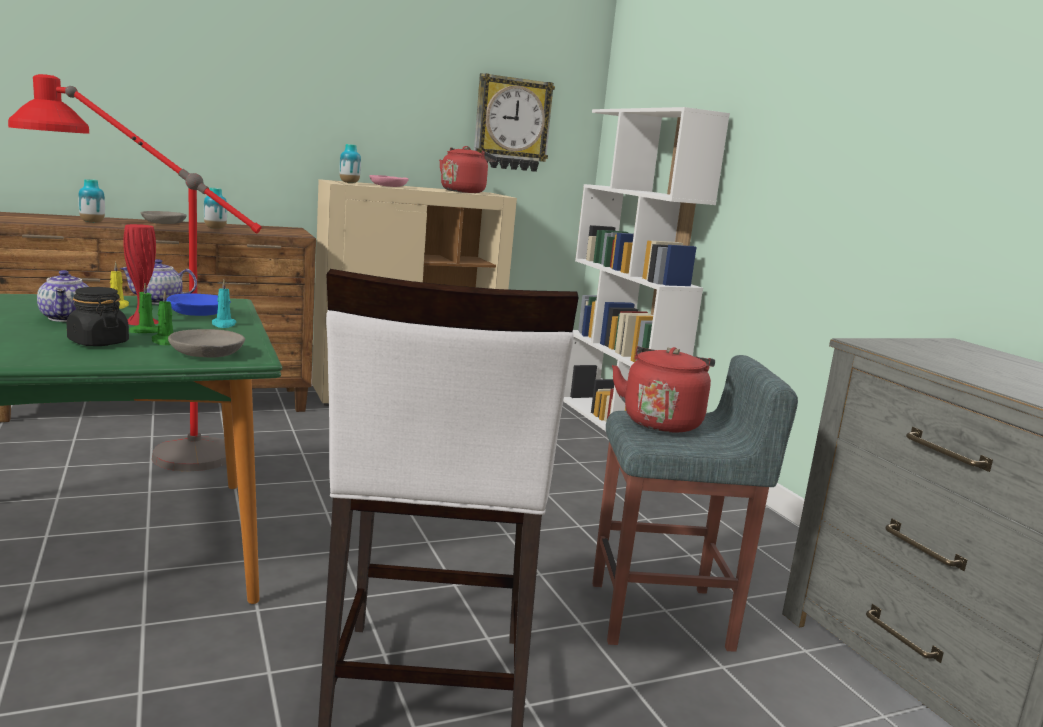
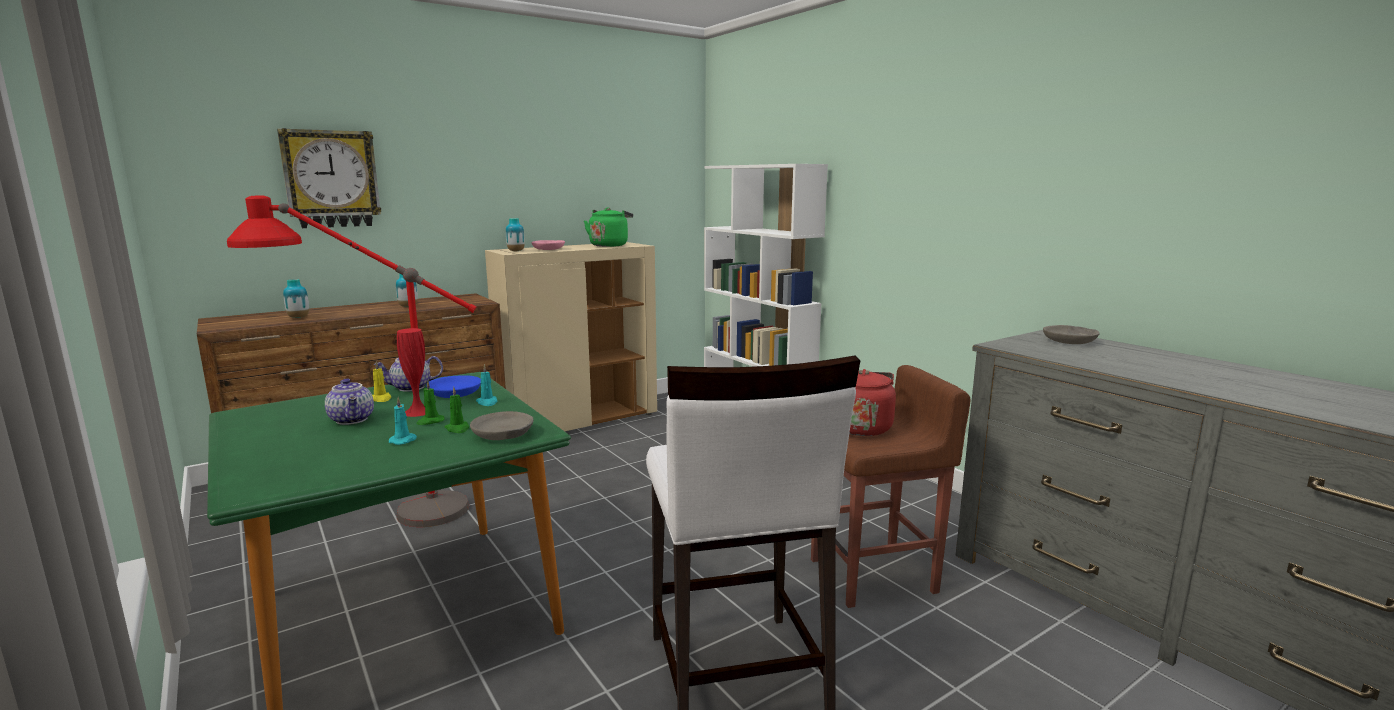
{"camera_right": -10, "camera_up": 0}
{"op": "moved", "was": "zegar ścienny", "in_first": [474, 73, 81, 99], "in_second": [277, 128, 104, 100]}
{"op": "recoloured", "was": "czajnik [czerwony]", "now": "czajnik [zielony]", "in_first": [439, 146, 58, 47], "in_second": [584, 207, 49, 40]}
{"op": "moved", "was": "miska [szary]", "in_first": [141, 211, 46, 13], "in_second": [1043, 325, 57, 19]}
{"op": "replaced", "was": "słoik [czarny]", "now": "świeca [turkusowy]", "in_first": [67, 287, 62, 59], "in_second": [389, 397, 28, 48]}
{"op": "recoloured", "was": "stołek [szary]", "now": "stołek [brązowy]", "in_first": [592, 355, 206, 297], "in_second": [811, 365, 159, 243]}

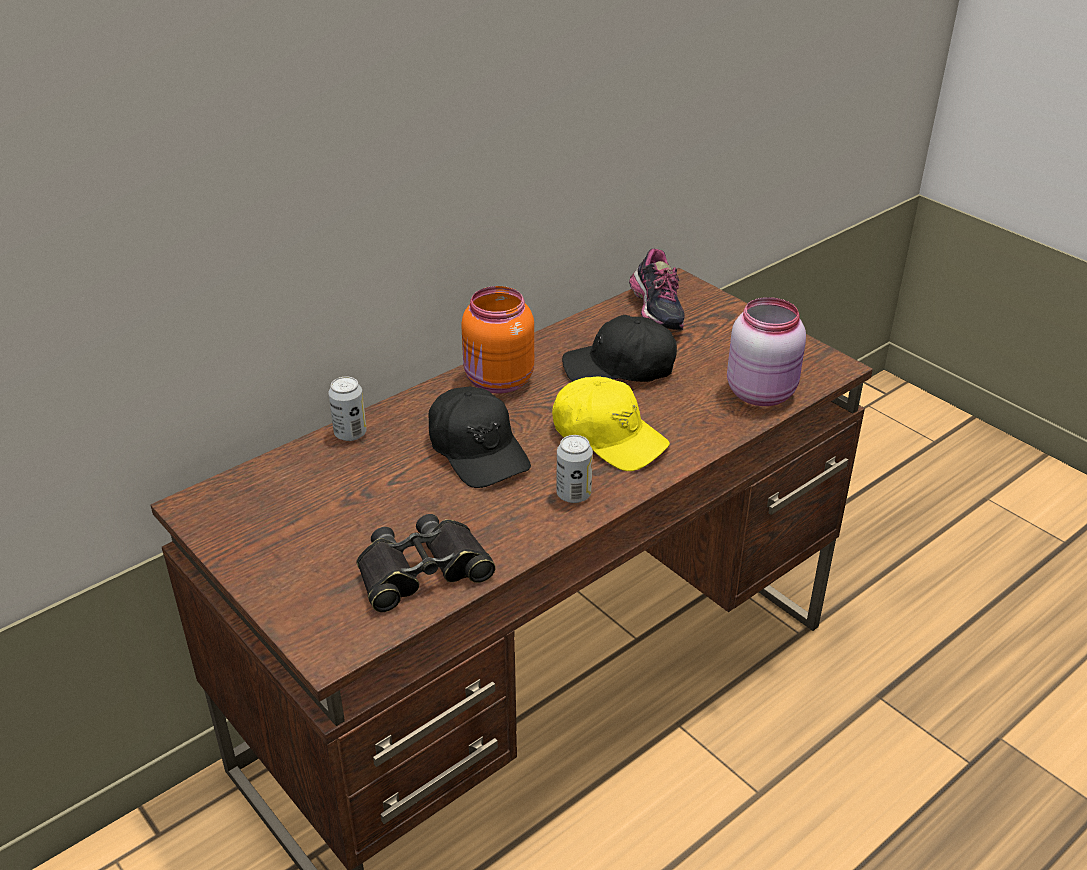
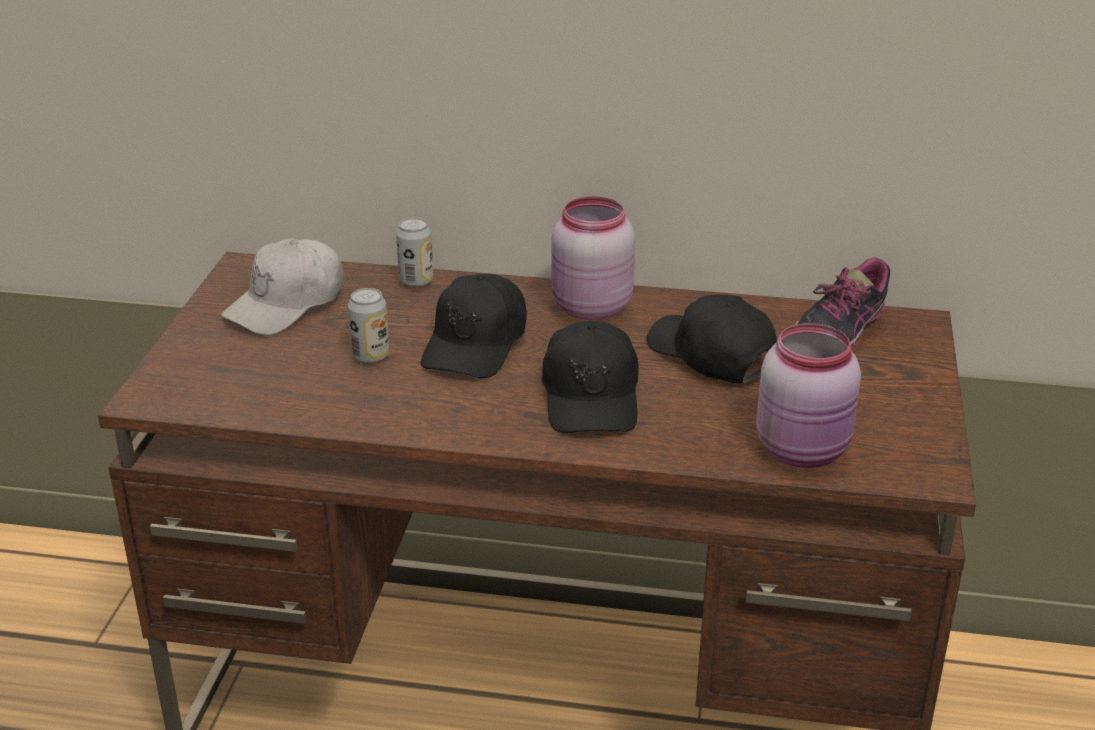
{"camera_right": 50, "camera_up": -5}
{"op": "recoloured", "was": "słoik [pomarańczowy]", "now": "słoik [różowy]", "in_first": [461, 286, 73, 107], "in_second": [551, 196, 84, 124]}
{"op": "recoloured", "was": "czapka z daszkiem [żółty]", "now": "czapka z daszkiem [czarny]", "in_first": [552, 376, 118, 95], "in_second": [542, 321, 97, 112]}
{"op": "moved", "was": "puszka", "in_first": [556, 435, 37, 68], "in_second": [348, 288, 41, 75]}
{"op": "removed", "was": "lornetka [czarny]", "in_first": [356, 514, 140, 98]}
{"op": "added", "now": "czapka z daszkiem [biały]", "in_second": [221, 238, 123, 97]}

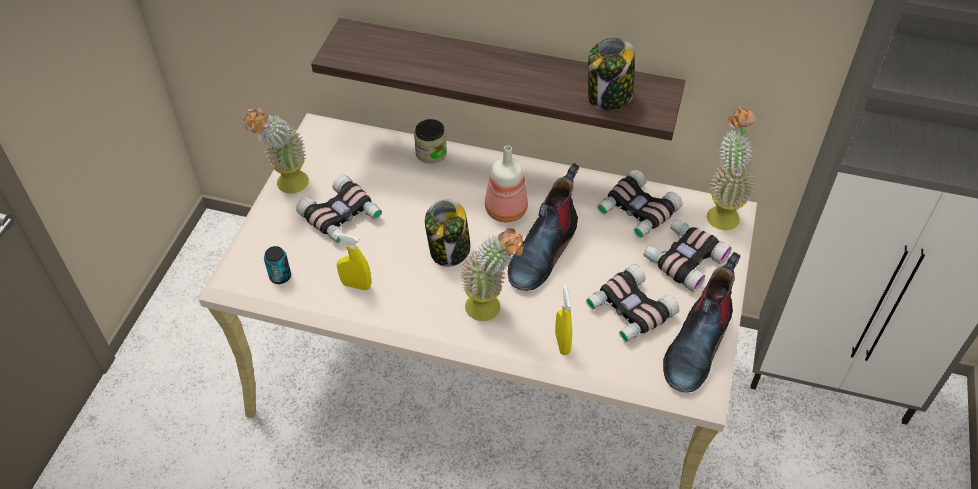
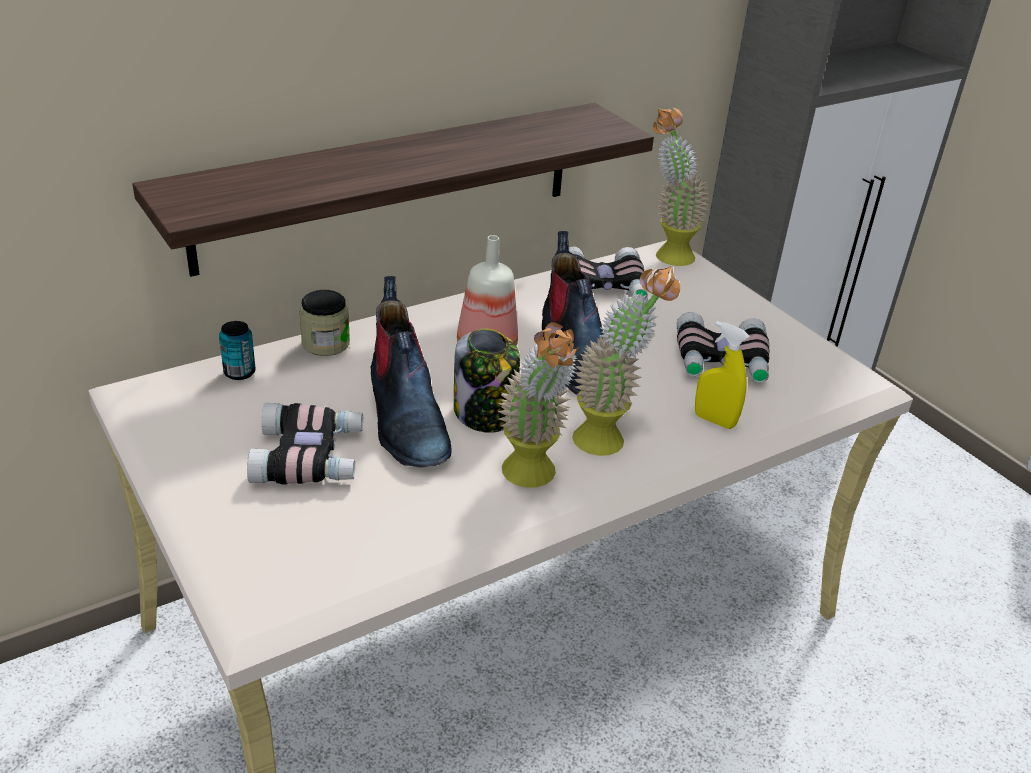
{"camera_right": -50, "camera_up": -15}
{"op": "removed", "was": "słoik", "in_first": [588, 37, 47, 74]}
{"op": "moved", "was": "roślina doniczkowa", "in_first": [242, 108, 67, 86], "in_second": [497, 322, 82, 166]}
{"op": "removed", "was": "lornetka", "in_first": [643, 219, 89, 73]}
{"op": "removed", "was": "spryskiwacz [żółty]", "in_first": [335, 233, 36, 57]}
{"op": "moved", "was": "puszka", "in_first": [264, 246, 27, 38], "in_second": [219, 321, 37, 59]}
{"op": "moved", "was": "but z cholewką", "in_first": [663, 252, 78, 141], "in_second": [370, 276, 81, 192]}

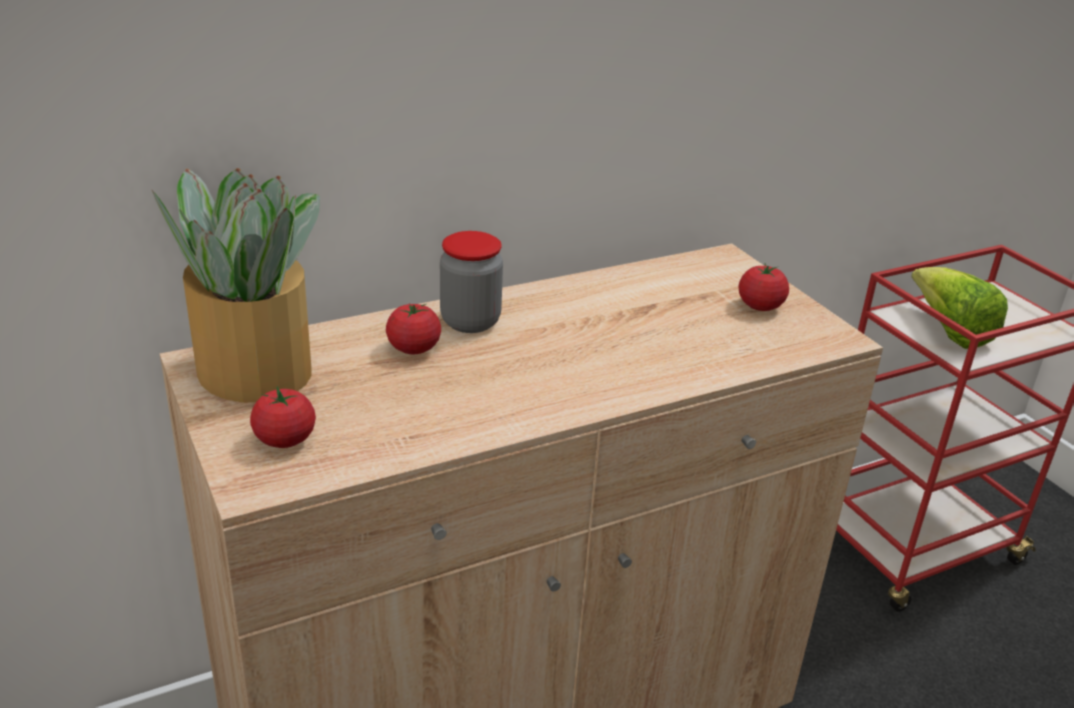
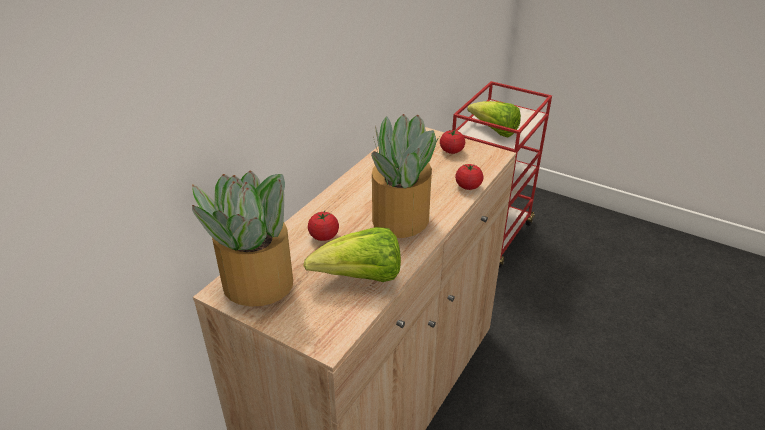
{"camera_right": -30, "camera_up": 5}
{"op": "removed", "was": "słoik", "in_first": [440, 231, 63, 102]}
{"op": "moved", "was": "pomidor", "in_first": [250, 386, 66, 62], "in_second": [455, 164, 29, 26]}
{"op": "added", "now": "roślina doniczkowa", "in_second": [371, 114, 68, 124]}
{"op": "added", "now": "sałata", "in_second": [303, 227, 98, 55]}

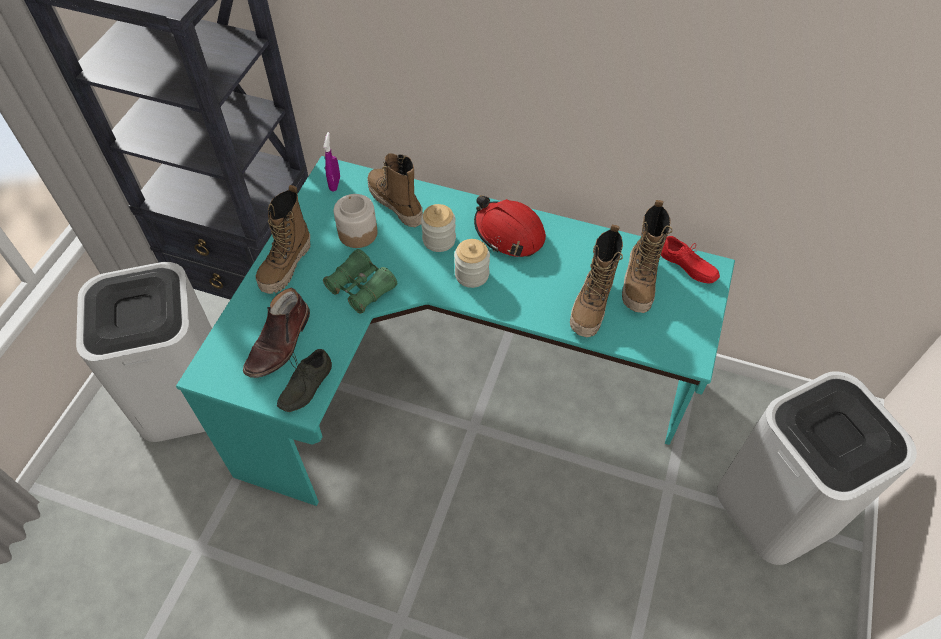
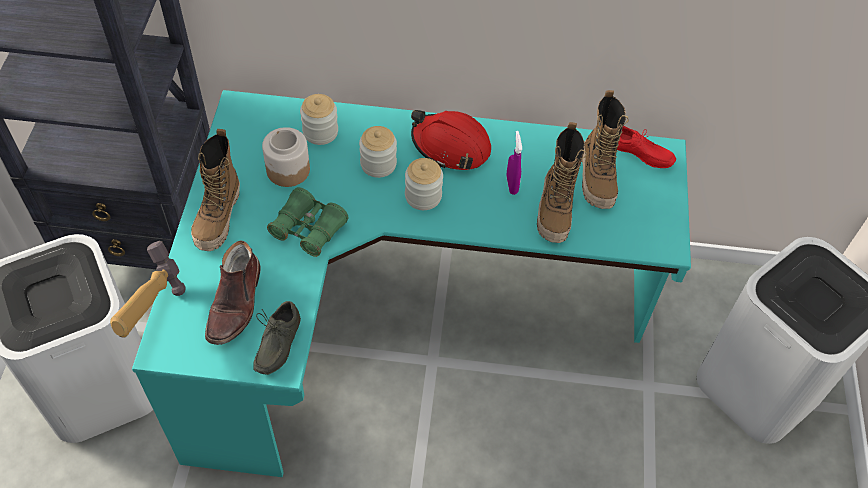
{"camera_right": -15, "camera_up": 0}
{"op": "moved", "was": "spryskiwacz [fioletowy]", "in_first": [323, 132, 17, 60], "in_second": [506, 131, 16, 64]}
{"op": "replaced", "was": "but z cholewką", "now": "słoik", "in_first": [368, 153, 55, 74], "in_second": [300, 94, 38, 51]}
{"op": "added", "now": "młotek", "in_second": [110, 241, 76, 97]}

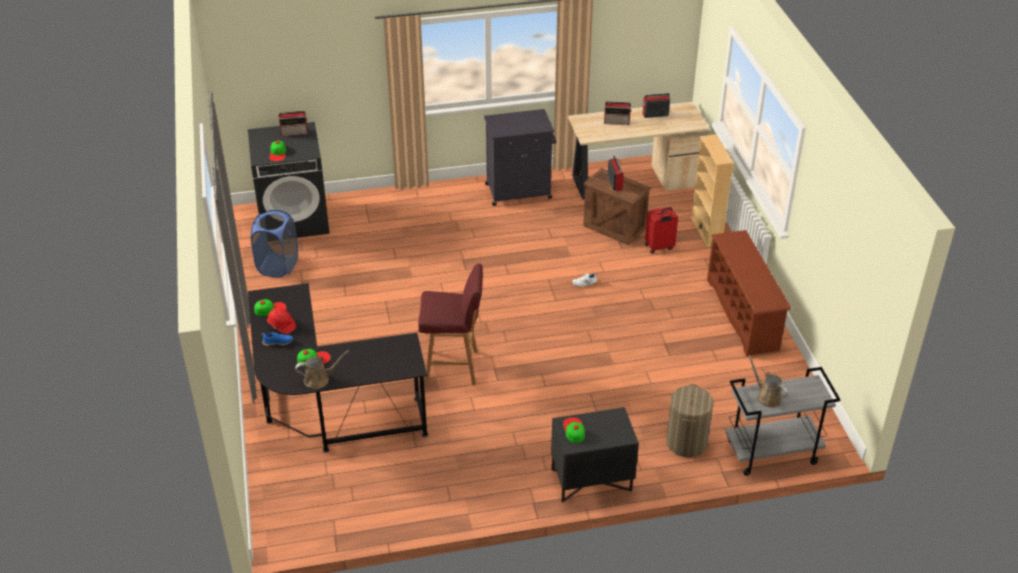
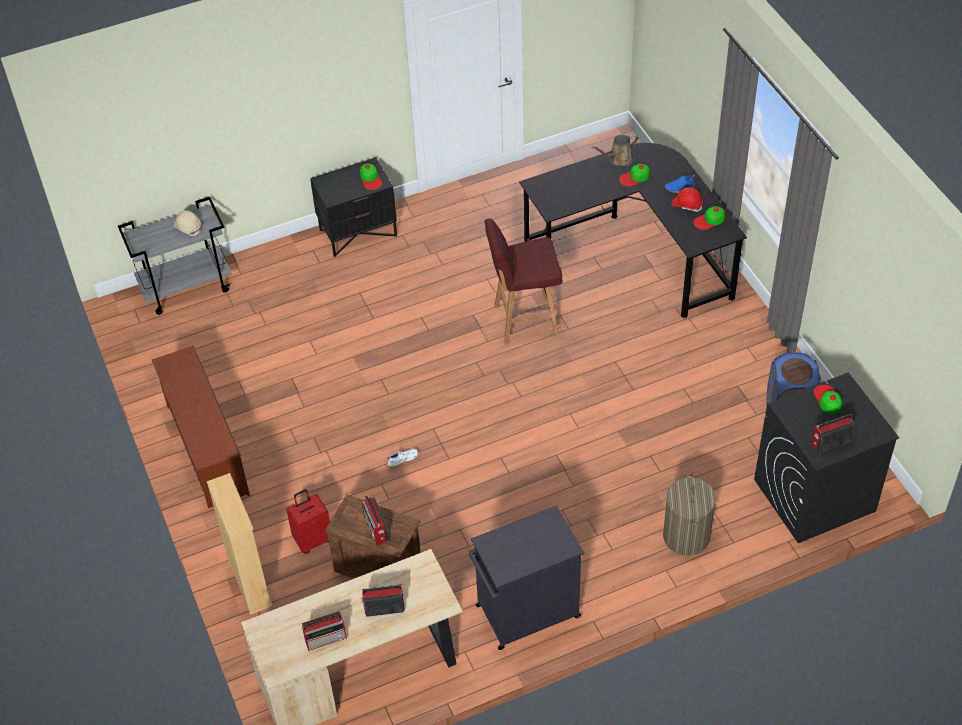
{"camera_right": 170, "camera_up": 10}
{"op": "replaced", "was": "konewka [brązowy]", "now": "kask [beżowy]", "in_first": [748, 356, 40, 52], "in_second": [173, 210, 28, 26]}
{"op": "moved", "was": "kosz na pranie", "in_first": [666, 384, 48, 73], "in_second": [663, 474, 53, 82]}

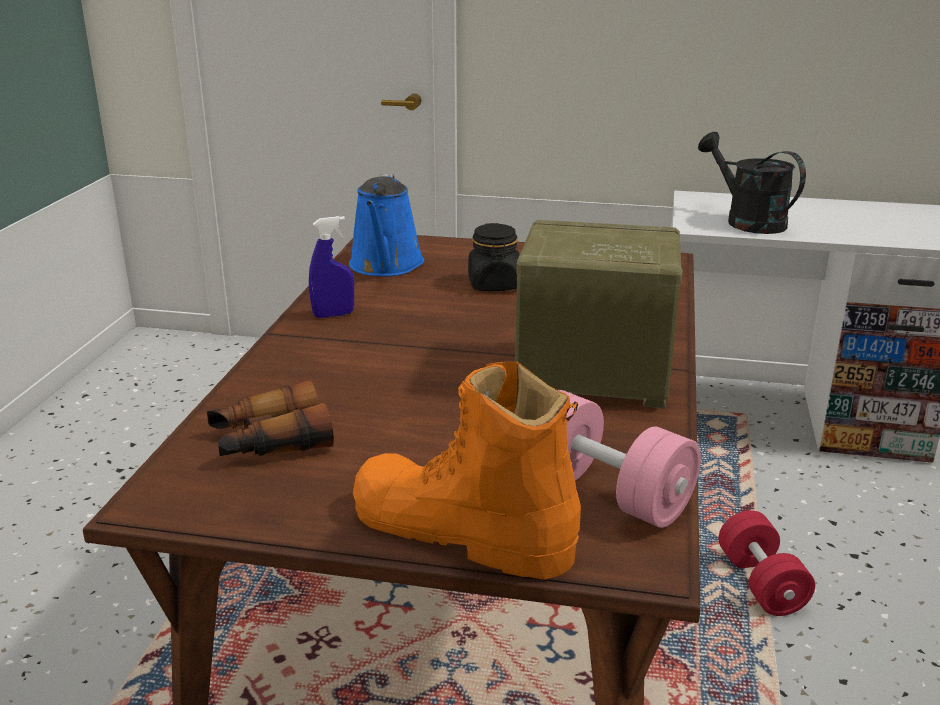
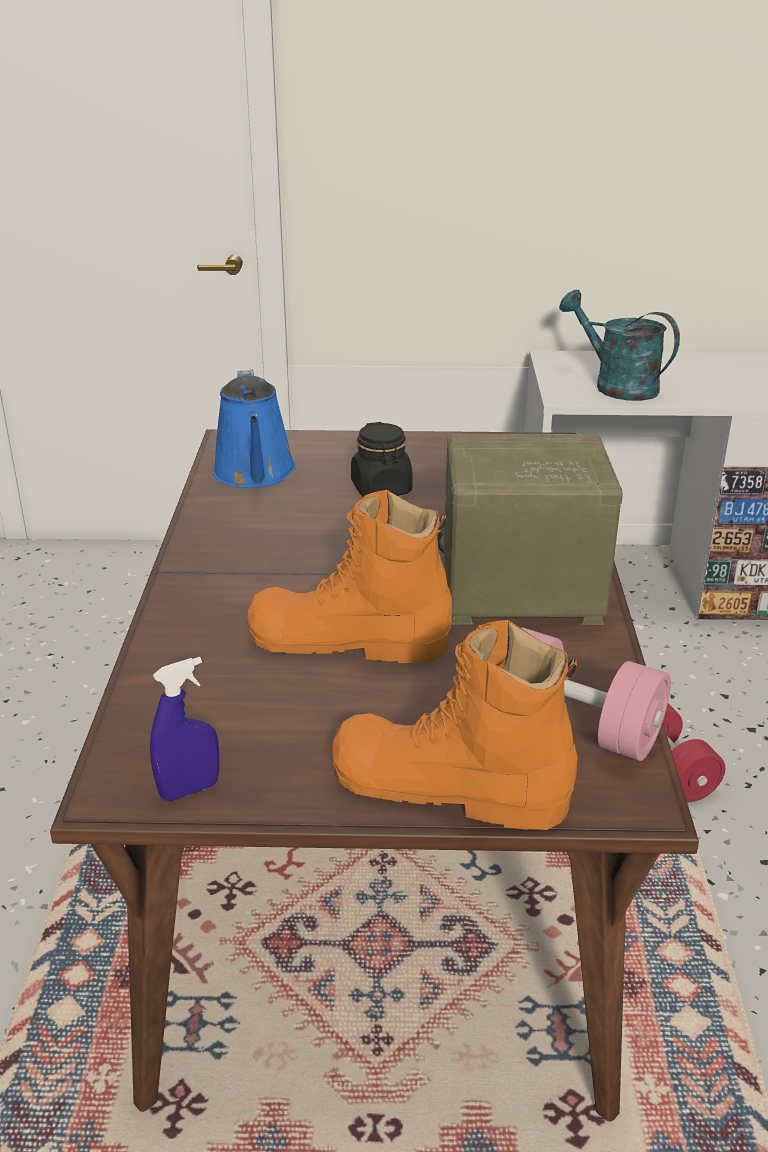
{"camera_right": -10, "camera_up": 5}
{"op": "recoloured", "was": "konewka [czarny]", "now": "konewka [turkusowy]", "in_first": [698, 132, 108, 102], "in_second": [559, 290, 121, 111]}
{"op": "moved", "was": "spryskiwacz [niebieski]", "in_first": [309, 216, 45, 102], "in_second": [150, 657, 69, 144]}
{"op": "removed", "was": "lornetka", "in_first": [207, 380, 127, 76]}
{"op": "added", "now": "but z cholewką [pomarańczowy]", "in_second": [247, 489, 205, 174]}

